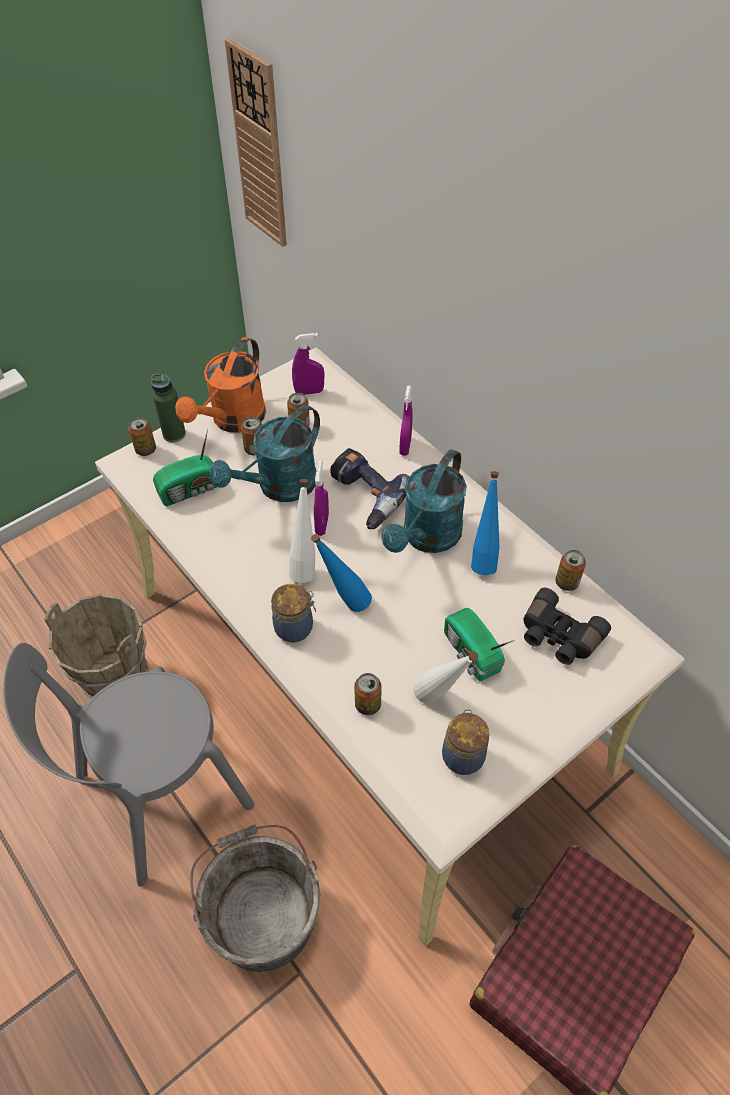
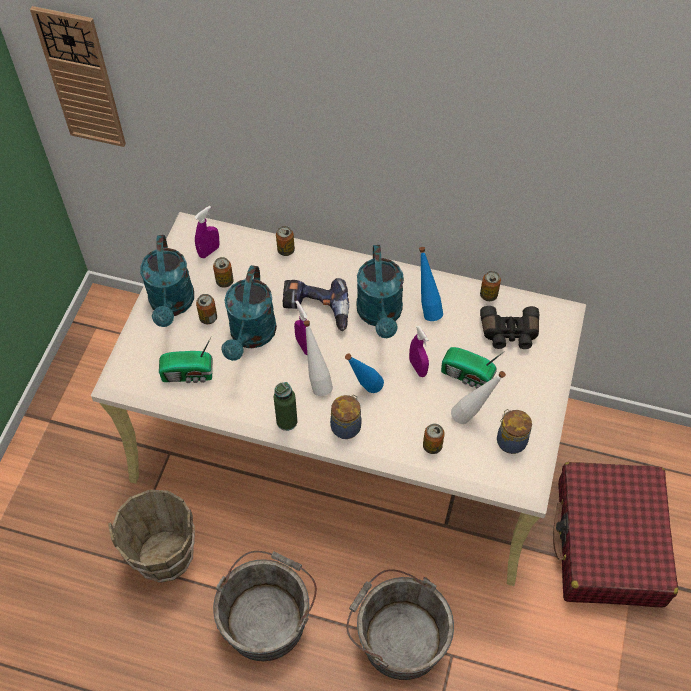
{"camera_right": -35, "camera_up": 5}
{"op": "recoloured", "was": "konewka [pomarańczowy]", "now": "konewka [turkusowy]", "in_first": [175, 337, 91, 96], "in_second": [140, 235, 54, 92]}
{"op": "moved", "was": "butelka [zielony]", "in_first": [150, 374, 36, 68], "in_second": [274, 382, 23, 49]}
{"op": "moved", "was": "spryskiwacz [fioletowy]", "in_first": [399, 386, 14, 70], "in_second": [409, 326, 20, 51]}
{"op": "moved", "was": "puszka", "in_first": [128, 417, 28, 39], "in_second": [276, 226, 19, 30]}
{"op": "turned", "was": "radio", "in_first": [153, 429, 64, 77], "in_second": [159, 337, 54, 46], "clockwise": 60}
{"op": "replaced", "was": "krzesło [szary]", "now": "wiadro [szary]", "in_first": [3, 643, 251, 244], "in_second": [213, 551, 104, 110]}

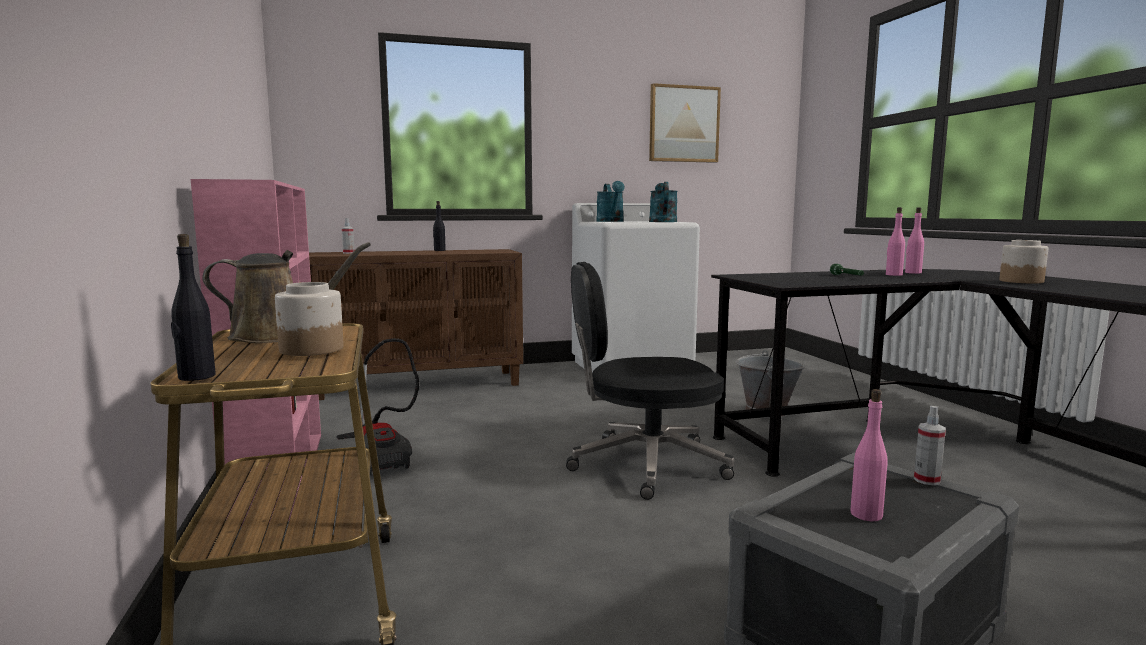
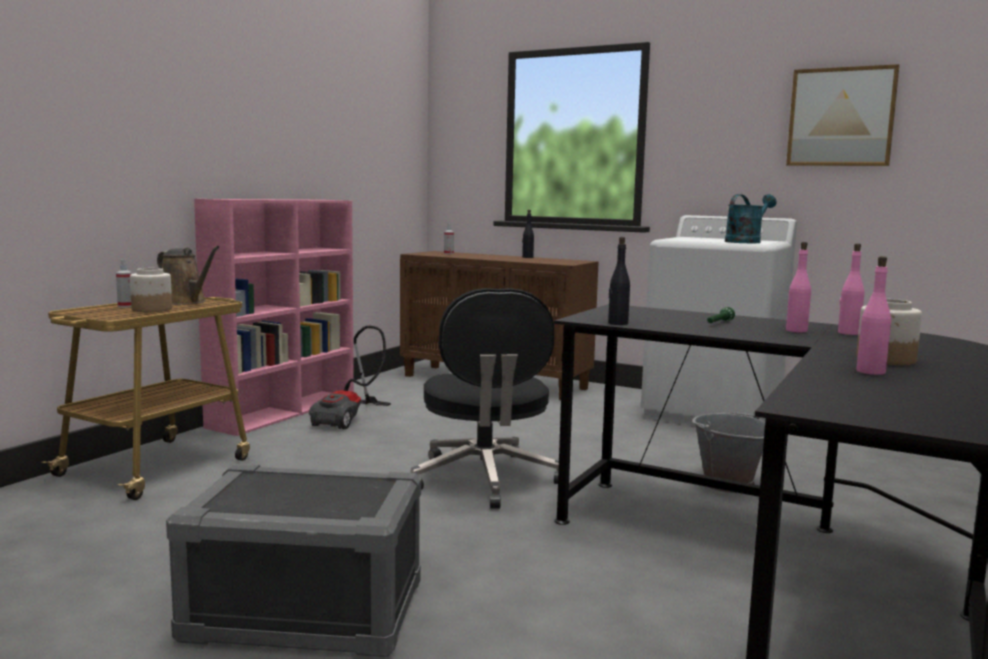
{"camera_right": 45, "camera_up": 0}
{"op": "removed", "was": "konewka [turkusowy]", "in_first": [596, 181, 29, 41]}
{"op": "moved", "was": "butelka [czarny]", "in_first": [171, 234, 45, 147], "in_second": [608, 237, 22, 88]}
{"op": "turned", "was": "krzesło biurowe [czarny]", "in_first": [566, 262, 168, 238], "in_second": [411, 288, 148, 221], "clockwise": -135}
{"op": "moved", "was": "butelka [różowy]", "in_first": [850, 389, 38, 132], "in_second": [856, 256, 35, 119]}
{"op": "moved", "was": "spryskiwacz", "in_first": [914, 406, 32, 79], "in_second": [116, 259, 16, 49]}

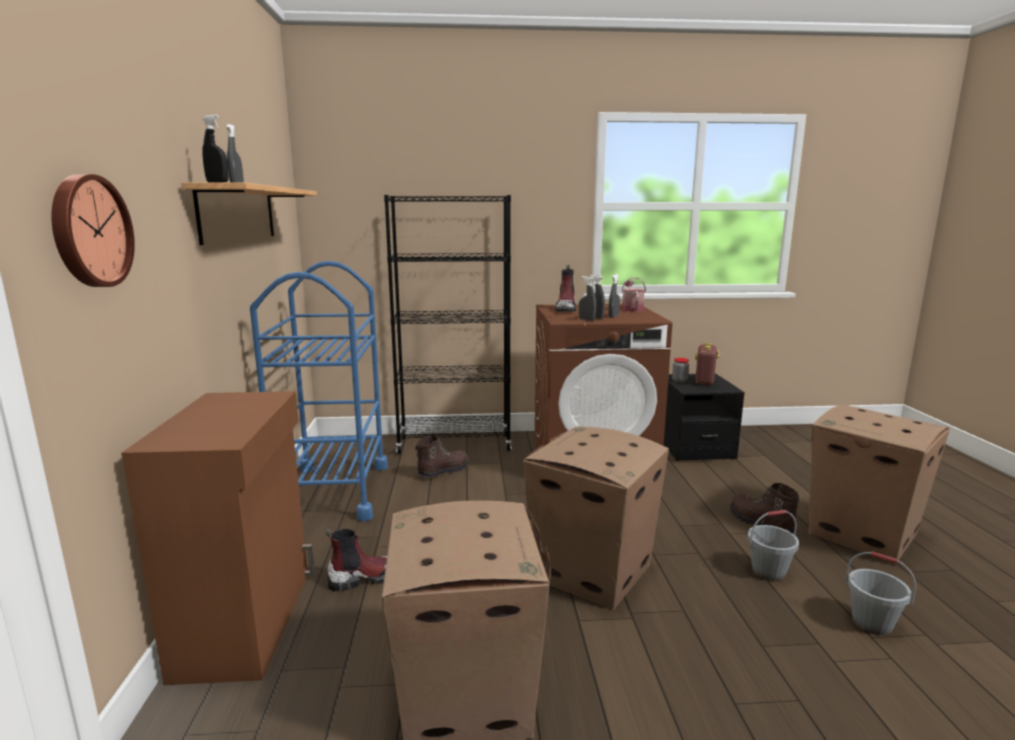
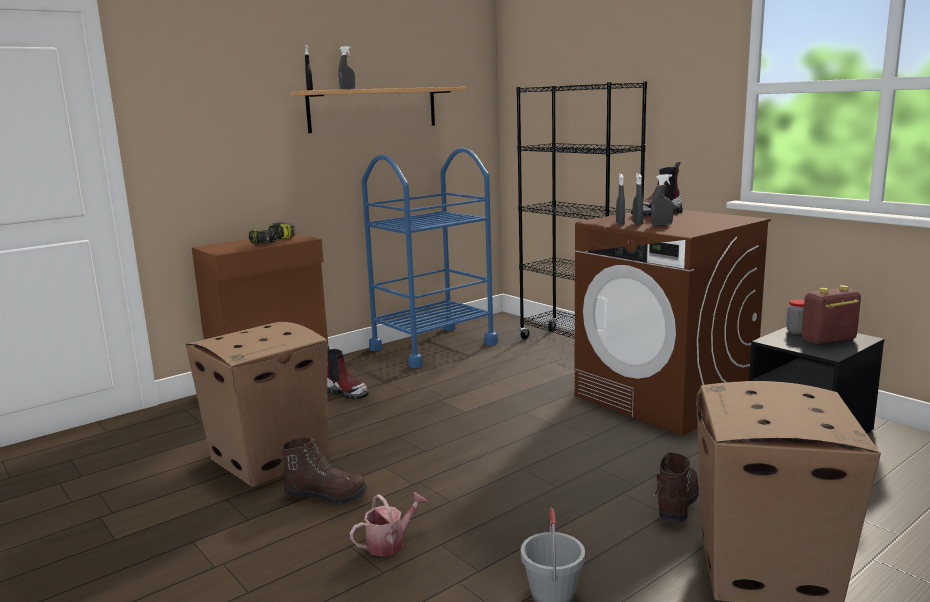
{"camera_right": 55, "camera_up": 0}
{"op": "removed", "was": "zegar ścienny", "in_first": [51, 174, 84, 113]}
{"op": "moved", "was": "konewka", "in_first": [621, 277, 25, 35], "in_second": [350, 492, 78, 65]}
{"op": "removed", "was": "karton", "in_first": [523, 426, 146, 184]}
{"op": "moved", "was": "but z cholewką [brązowy]", "in_first": [415, 435, 55, 43], "in_second": [281, 437, 87, 69]}
{"op": "removed", "was": "wiadro [szary]", "in_first": [747, 510, 52, 71]}
{"op": "added", "now": "wiertarka", "in_second": [248, 222, 47, 22]}

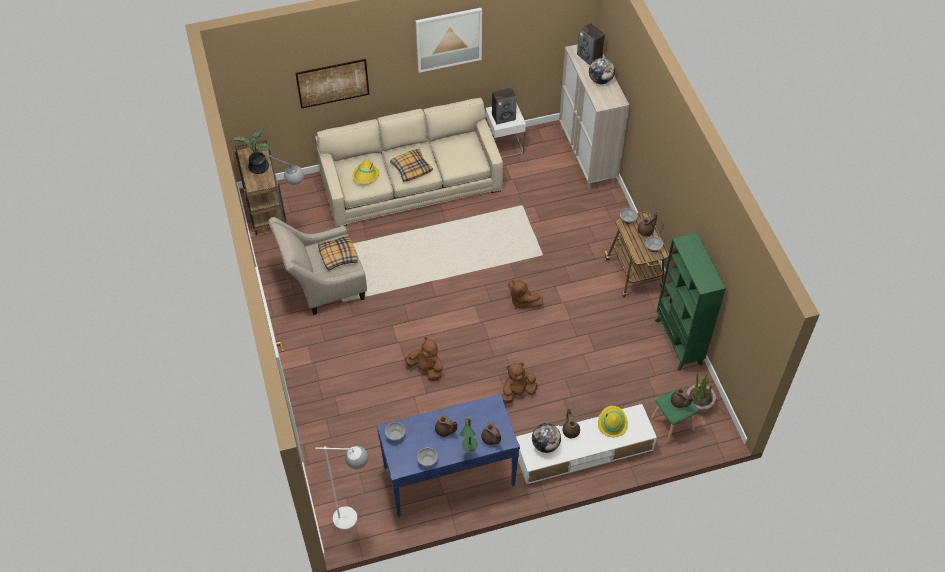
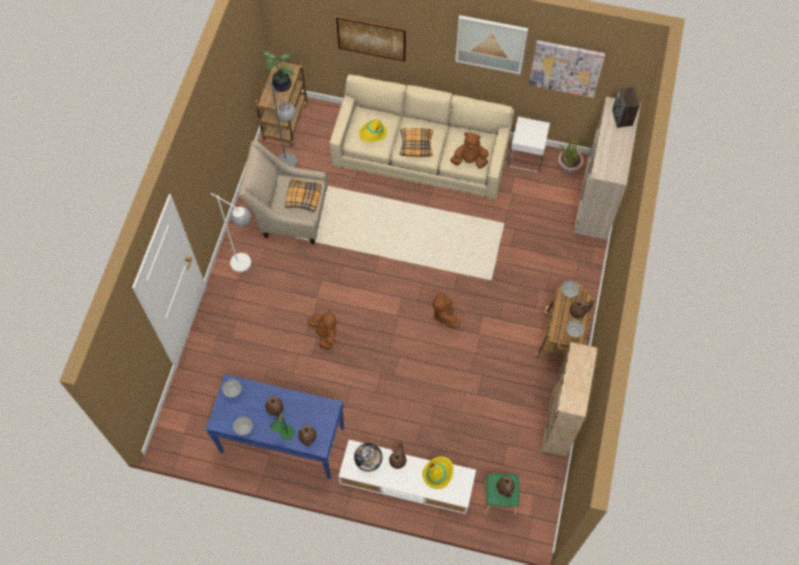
{"camera_right": 30, "camera_up": 10}
{"op": "removed", "was": "globus", "in_first": [589, 58, 26, 26]}
{"op": "removed", "was": "głośnik", "in_first": [492, 87, 25, 38]}
{"op": "recoloured", "was": "regał [zielony]", "now": "regał [beżowy]", "in_first": [655, 233, 71, 138], "in_second": [539, 342, 59, 117]}
{"op": "moved", "was": "pluszak [brązowy]", "in_first": [502, 362, 35, 41], "in_second": [450, 132, 39, 37]}
{"op": "moved", "was": "roślina doniczkowa", "in_first": [687, 372, 29, 42], "in_second": [558, 135, 26, 40]}
{"op": "moved", "was": "lampa stojąca [biały]", "in_first": [315, 446, 53, 84], "in_second": [210, 193, 41, 79]}
{"op": "added", "now": "obraz", "in_second": [529, 40, 76, 58]}

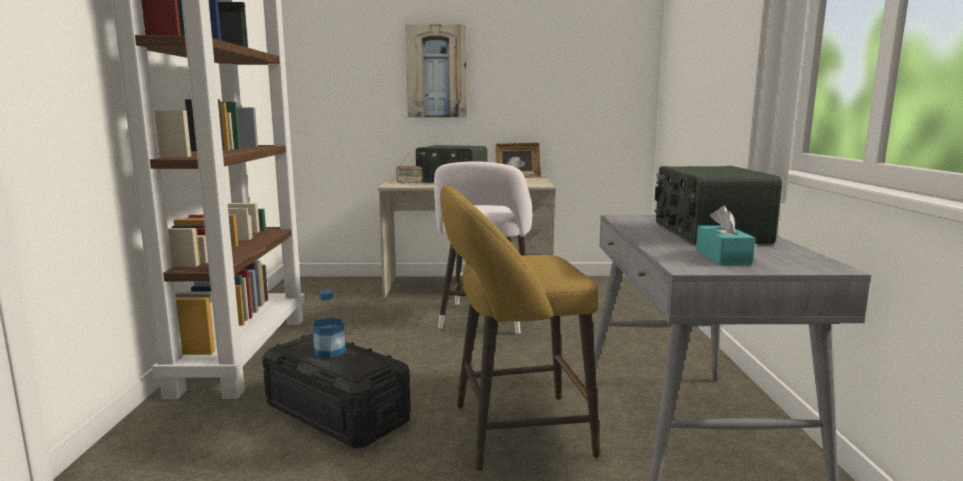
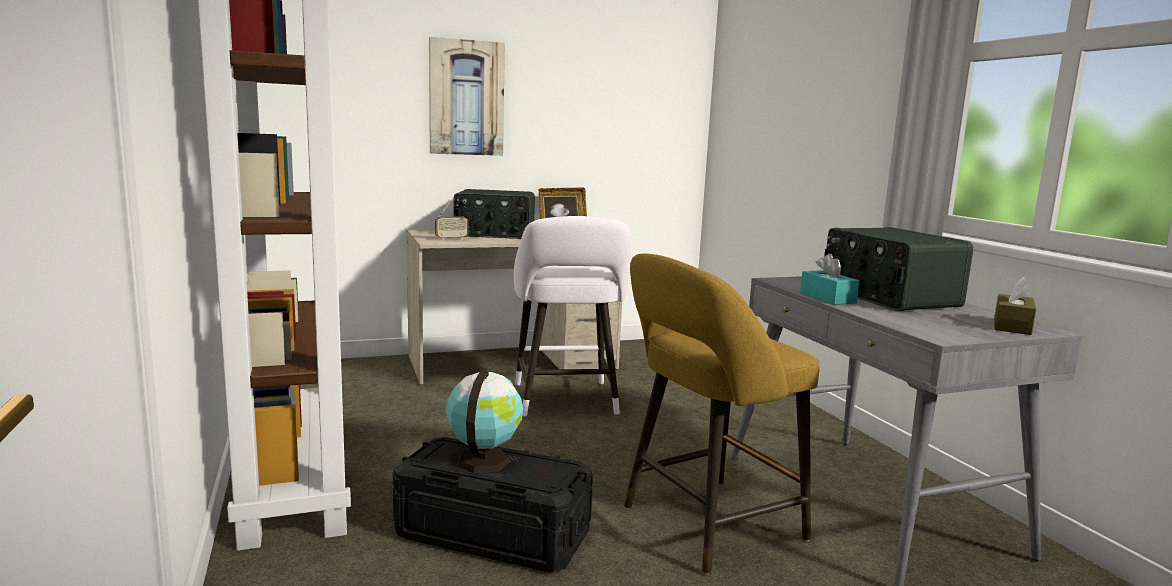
{"camera_right": -20, "camera_up": 0}
{"op": "moved", "was": "pudełko chusteczek [turkusowy]", "in_first": [696, 206, 59, 59], "in_second": [800, 253, 59, 52]}
{"op": "replaced", "was": "butelka", "now": "globus", "in_first": [313, 290, 33, 68], "in_second": [446, 371, 78, 102]}
{"op": "added", "now": "pudełko chusteczek [brązowy]", "in_second": [994, 276, 42, 59]}

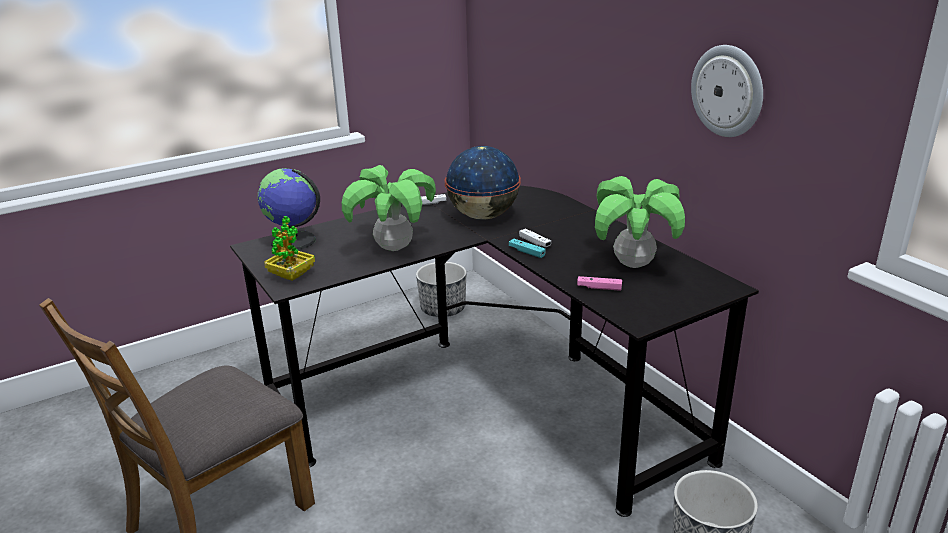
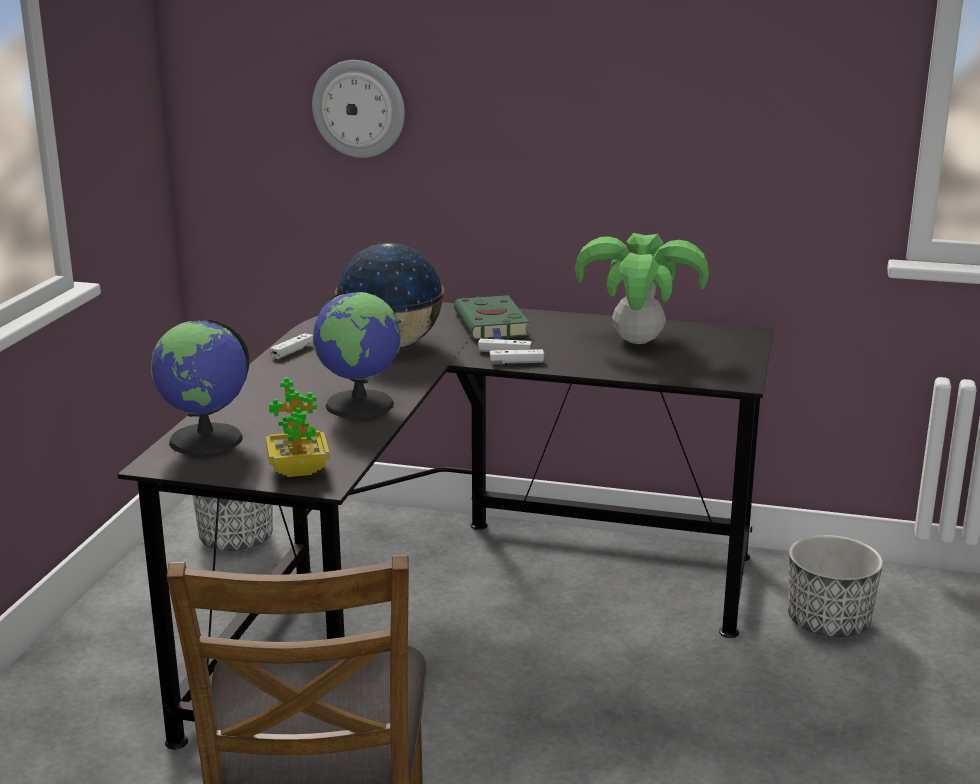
{"camera_right": -45, "camera_up": -5}
{"op": "moved", "was": "zegar ścienny", "in_first": [691, 45, 72, 92], "in_second": [312, 60, 93, 98]}
{"op": "replaced", "was": "roślina doniczkowa", "now": "globus", "in_first": [342, 165, 94, 86], "in_second": [313, 290, 89, 128]}
{"op": "recoloured", "was": "pad do gier [turkusowy]", "now": "pad do gier [biały]", "in_first": [509, 239, 37, 19], "in_second": [490, 349, 54, 15]}
{"op": "removed", "was": "pad do gier [różowy]", "in_first": [577, 276, 45, 15]}
{"op": "added", "now": "książka [zielony]", "in_second": [454, 295, 75, 45]}

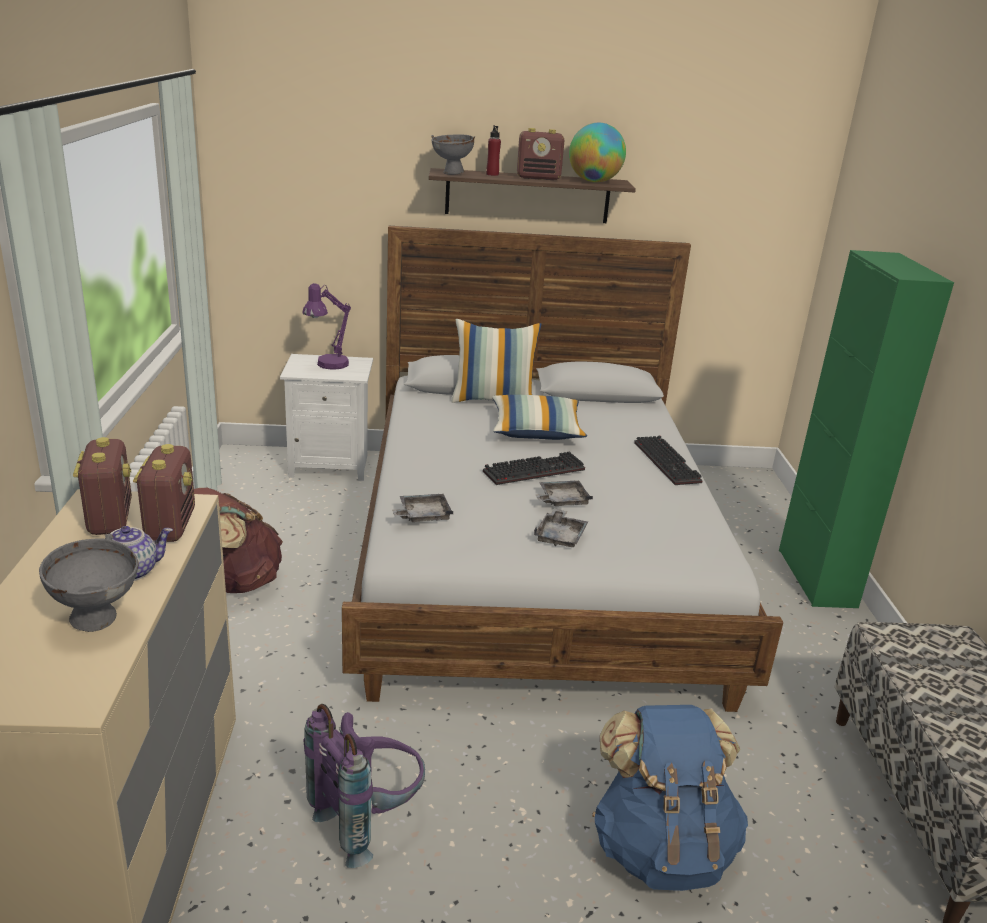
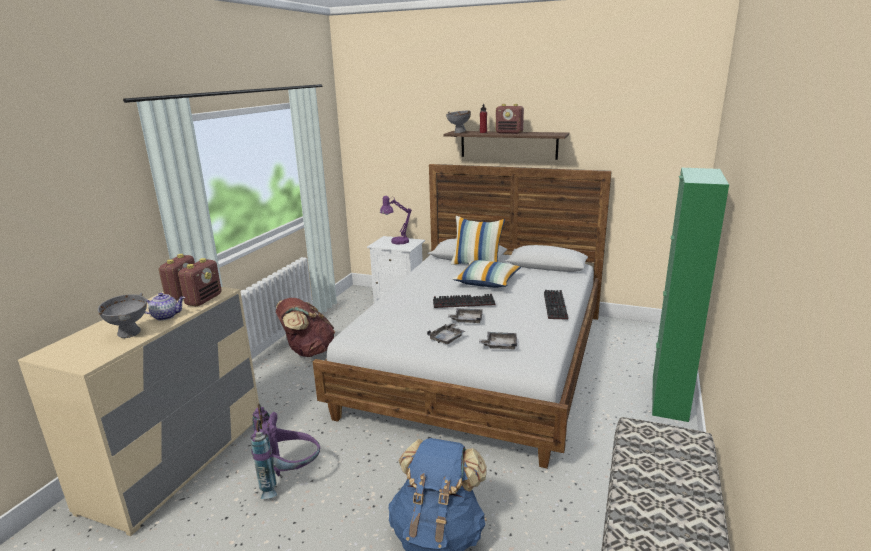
{"camera_right": 25, "camera_up": -5}
{"op": "removed", "was": "globus", "in_first": [569, 123, 57, 59]}
{"op": "moved", "was": "taca [szary]", "in_first": [392, 494, 61, 28], "in_second": [479, 332, 38, 18]}

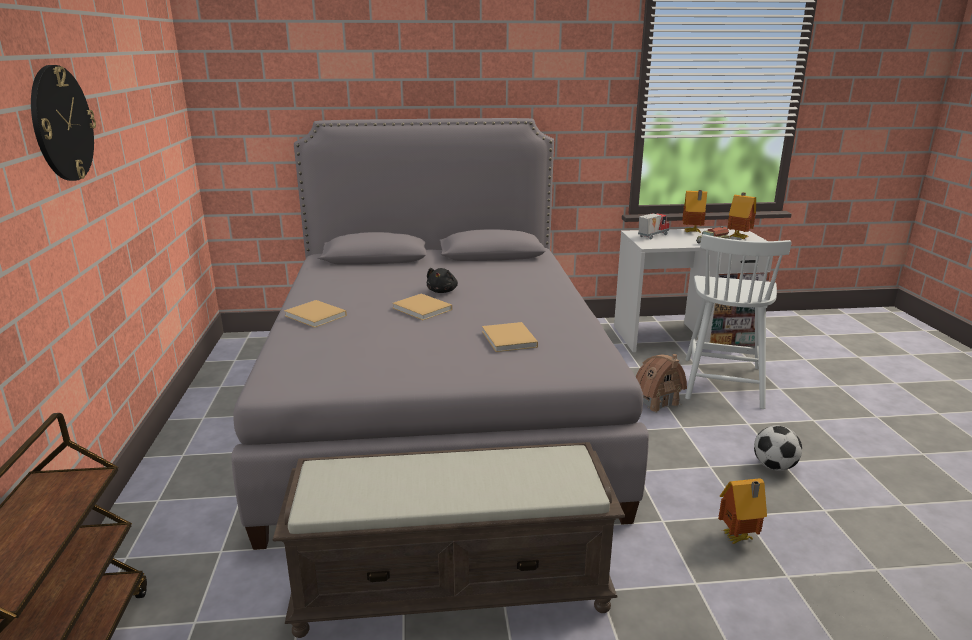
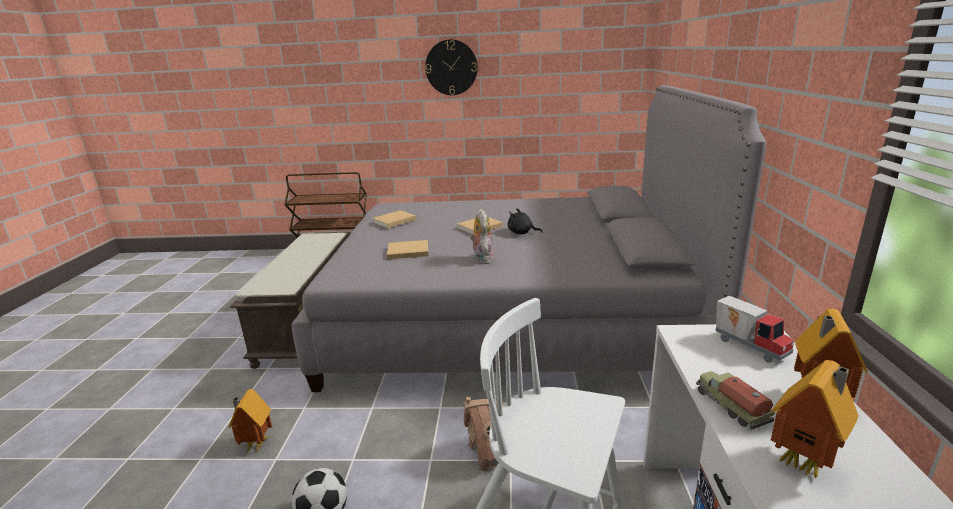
{"camera_right": 100, "camera_up": 0}
{"op": "moved", "was": "książka [beżowy]", "in_first": [284, 300, 63, 28], "in_second": [372, 210, 44, 18]}
{"op": "added", "now": "pluszak", "in_second": [470, 209, 25, 55]}

